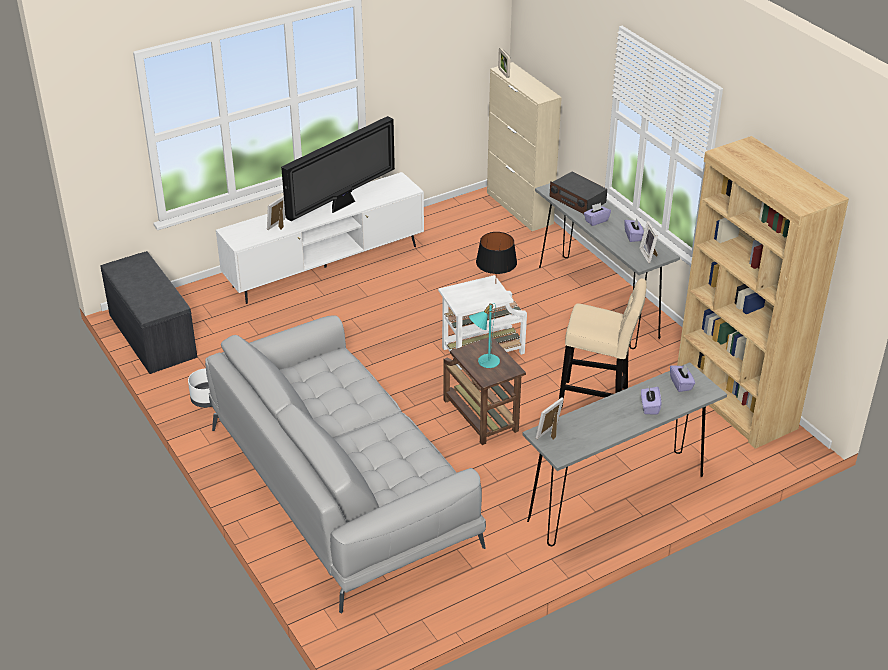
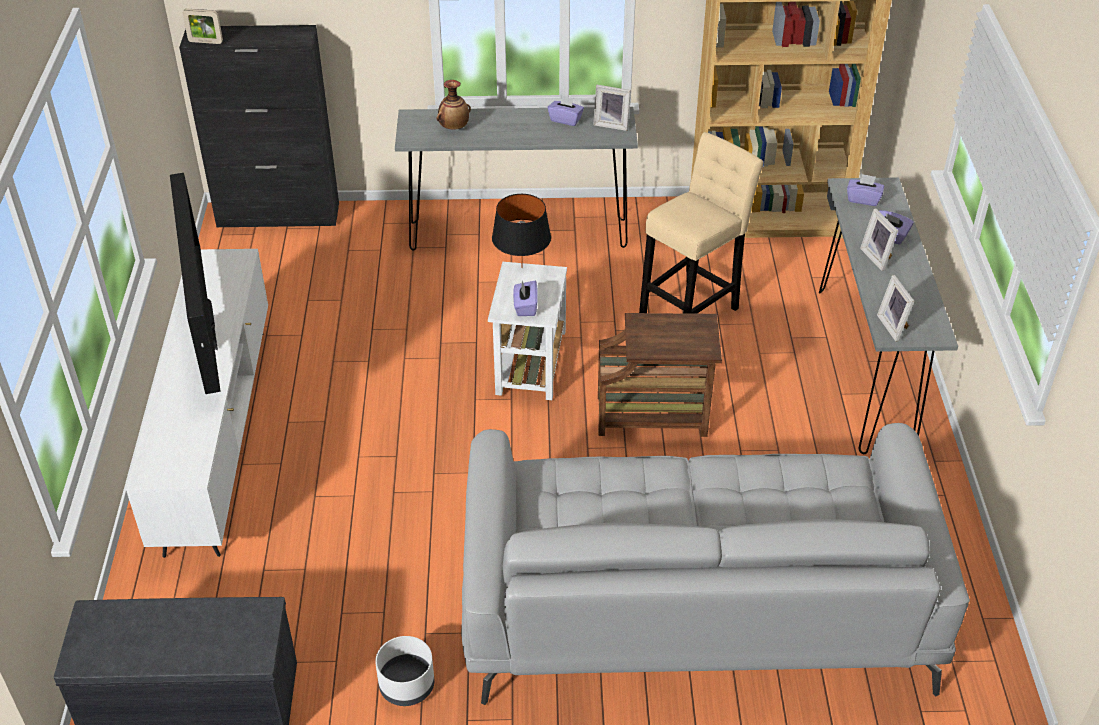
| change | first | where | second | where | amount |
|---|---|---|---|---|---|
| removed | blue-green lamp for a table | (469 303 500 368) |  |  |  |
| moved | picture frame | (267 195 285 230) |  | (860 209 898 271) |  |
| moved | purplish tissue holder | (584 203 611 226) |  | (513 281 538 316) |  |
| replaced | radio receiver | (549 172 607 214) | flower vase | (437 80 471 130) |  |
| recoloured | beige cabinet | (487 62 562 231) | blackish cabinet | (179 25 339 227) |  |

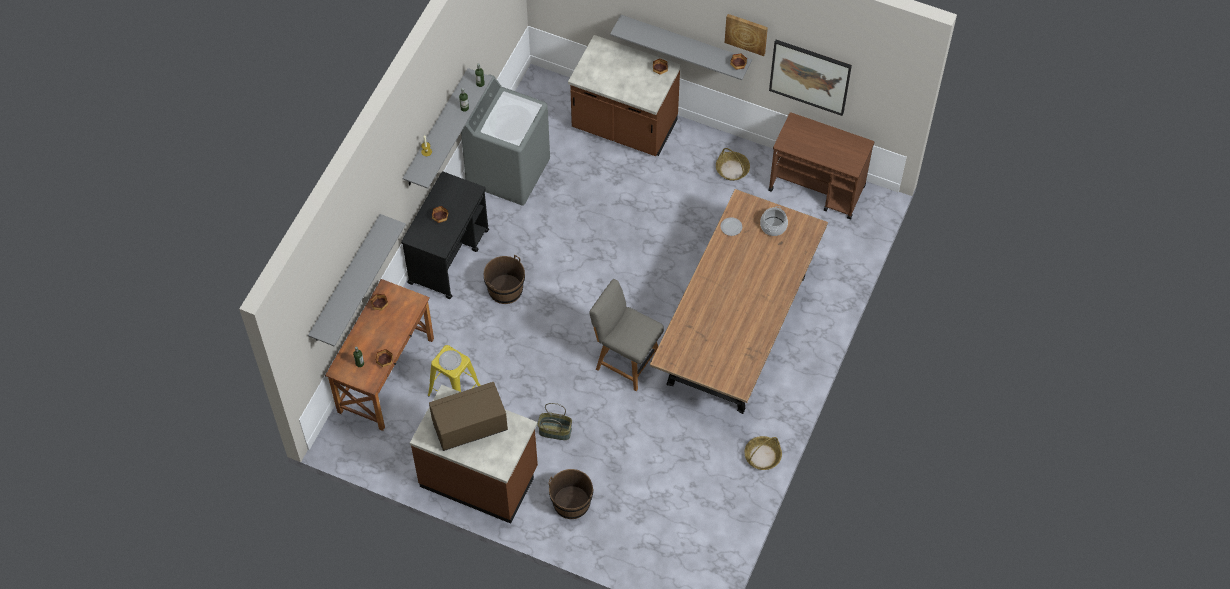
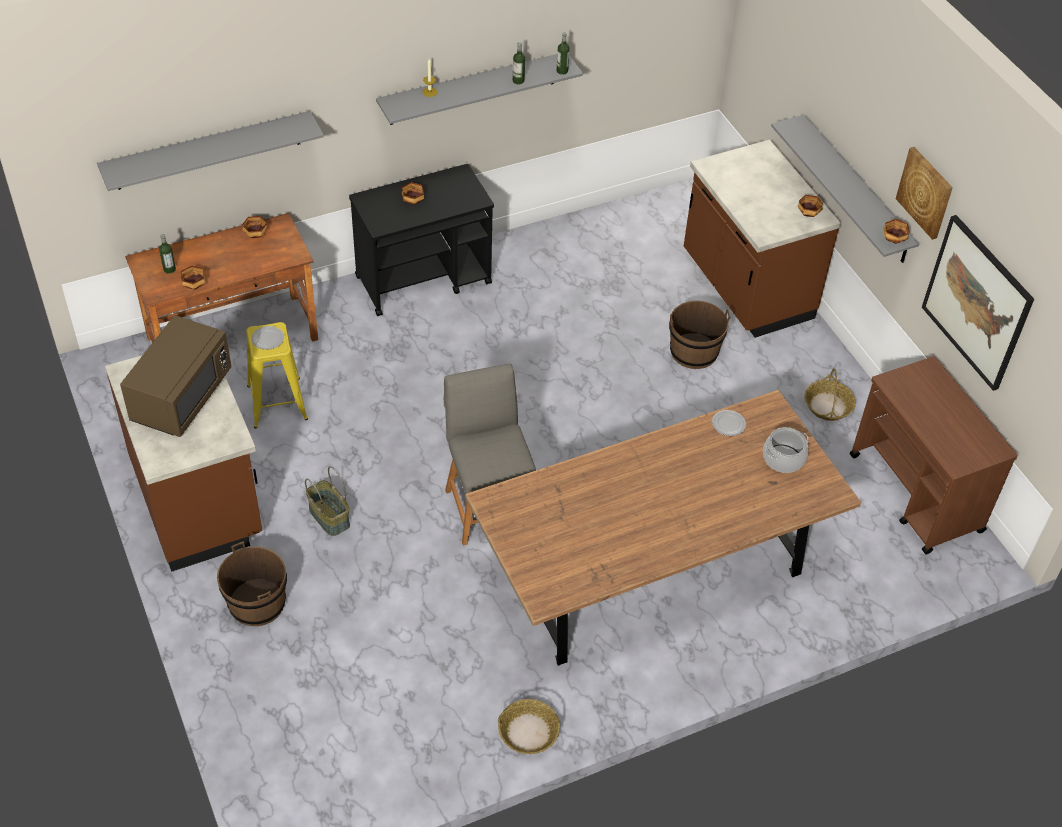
| change | first | where | second | where | amount |
|---|---|---|---|---|---|
| removed | grey laundry appliance | (461 75 550 206) |  |  |  |
| moved | brown-coloured bucket | (484 255 525 304) |  | (669 301 730 369) |  |
| turned | brown-coloured kitchen microwave | (429 382 508 451) |  | (120 315 232 437) | 90 degrees clockwise |

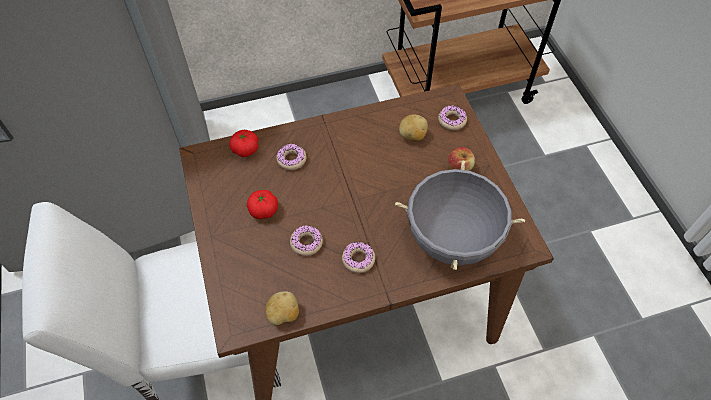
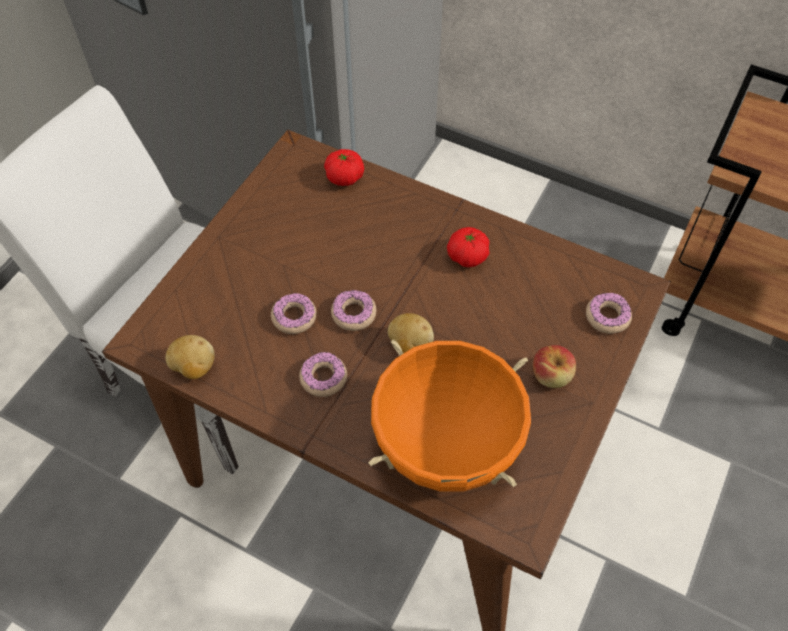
| change | first | where | second | where | amount |
|---|---|---|---|---|---|
| moved | fresh tomato | (247 190 278 219) |  | (447 227 490 267) |  |
| moved | doughnut | (276 144 307 170) |  | (331 289 376 331) |  |
| moved | potato | (399 114 428 141) |  | (388 313 434 354) |  |
| recoloured | grey stockpot | (395 160 525 270) | orange stockpot | (368 340 531 492) |  |

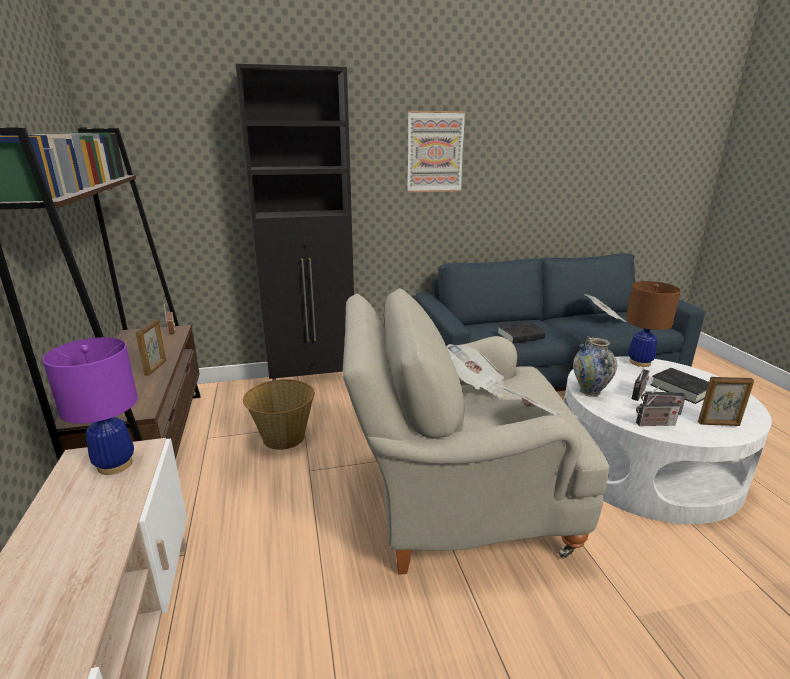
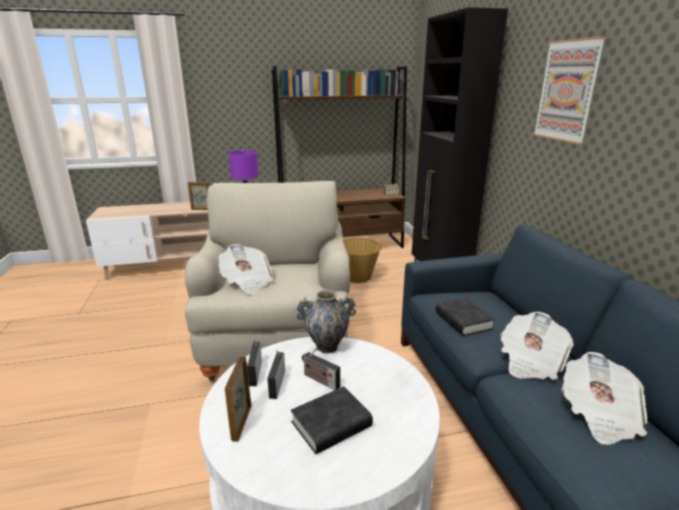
| change | first | where | second | where | amount |
|---|---|---|---|---|---|
| removed | brown-coloured lamp for a table | (626 281 681 367) |  |  |  |
| moved | picture frame | (136 320 166 376) |  | (188 182 209 210) |  |
| moved | newspaper | (447 344 504 397) |  | (500 312 574 380) |  |

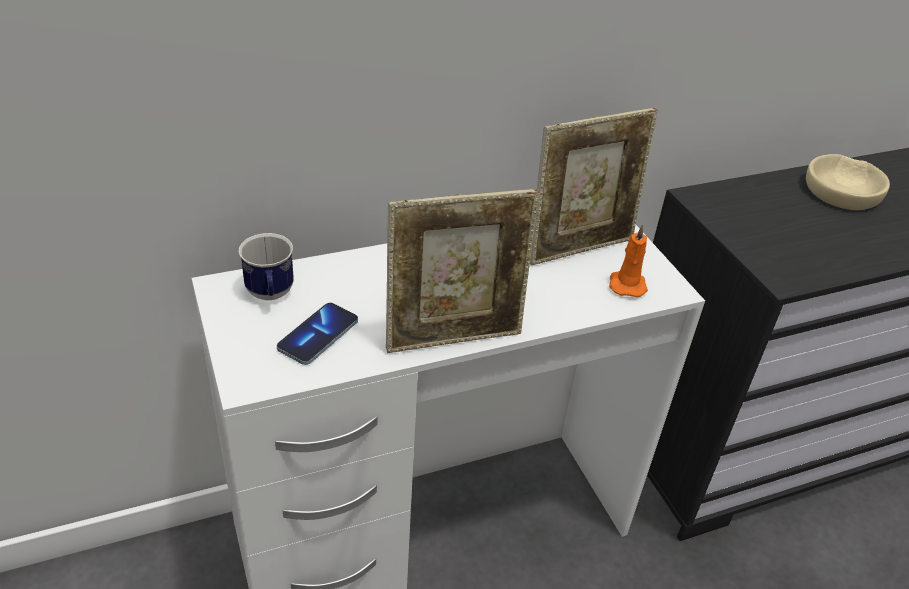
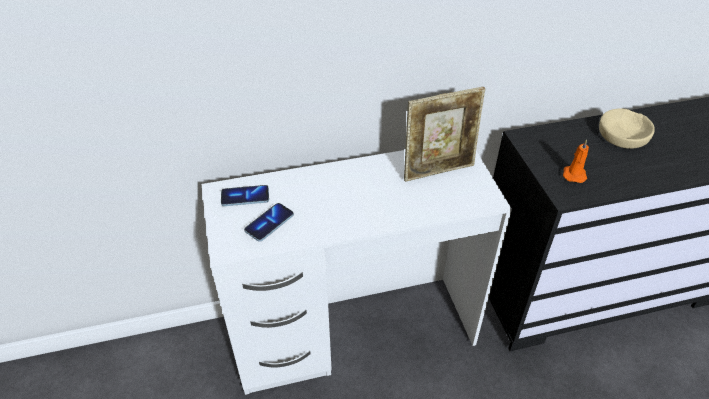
| change | first | where | second | where | amount |
|---|---|---|---|---|---|
| removed | picture frame | (386 189 540 353) |  |  |  |
| moved | orange candle | (609 224 648 297) |  | (563 139 589 183) |  |
| replaced | tea mug | (239 233 294 300) | handset | (221 185 269 206) |  |

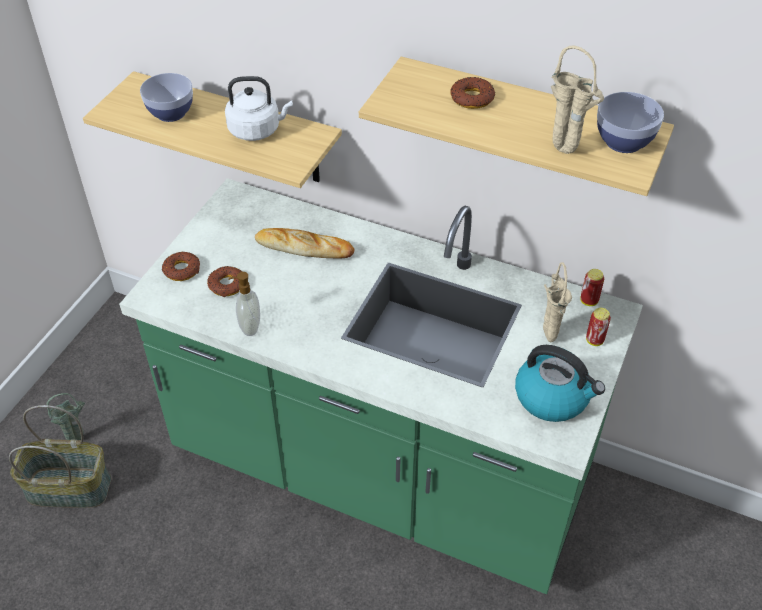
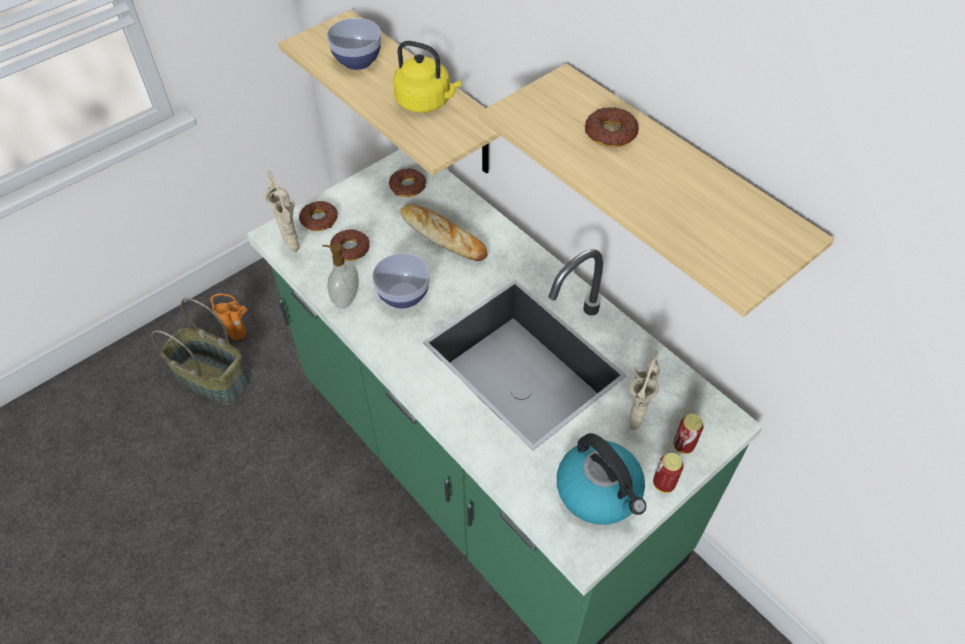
| change | first | where | second | where | amount |
|---|---|---|---|---|---|
| added |  |  | doughnut | (389 169 426 197) |  |
| moved | beige flower vase | (551 46 604 154) |  | (265 171 299 253) |  |
| moved | sealed can | (580 269 604 306) |  | (653 453 683 493) |  |
| moved | deep dish | (597 92 664 153) |  | (372 253 430 308) |  |
| recoloured | green-coloured flower vase | (46 393 85 440) | orange flower vase | (211 294 248 340) |  |
| recoloured | white tea kettle | (225 76 293 141) | yellowish tea kettle | (393 41 461 113) |  |

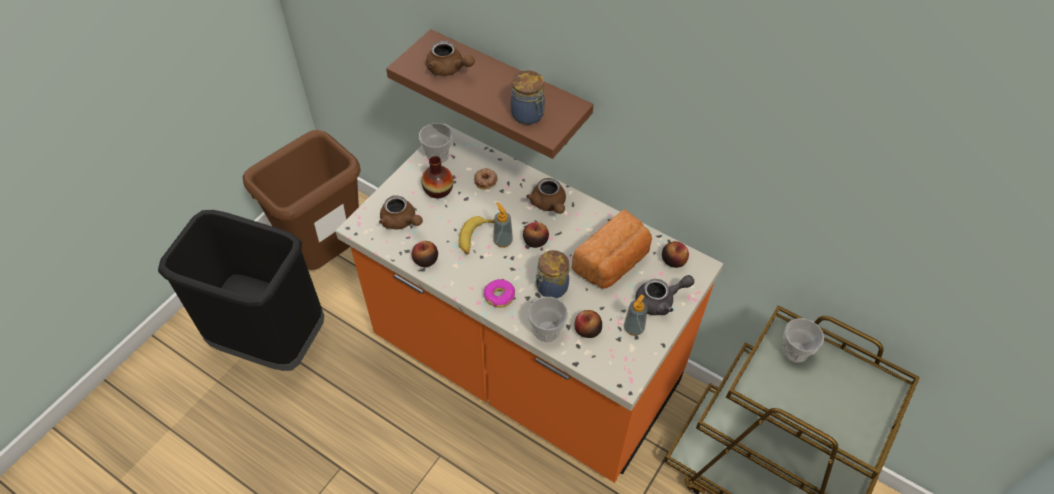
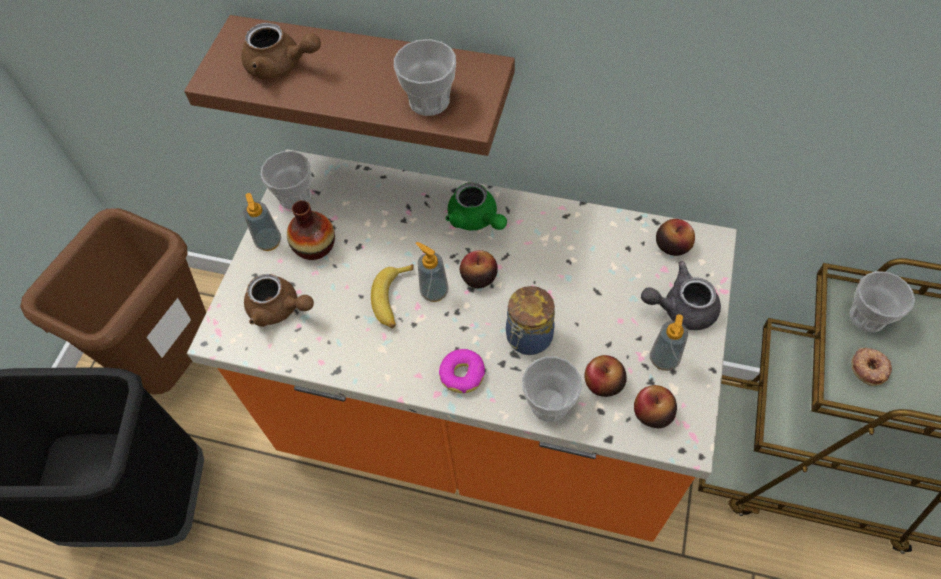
| change | first | where | second | where | amount |
|---|---|---|---|---|---|
| removed | baked bread | (572 209 652 289) |  |  |  |
| added |  |  | soap bottle | (243 193 281 251) |  |
| moved | apple fruit | (412 241 438 267) |  | (634 385 677 428) |  |
| moved | doughnut | (474 168 498 190) |  | (851 348 892 386) |  |
| replaced | storage jar | (511 70 545 125) | cup | (394 39 456 116) |  |
| recoloured | brown-coloured teapot | (526 178 566 214) | green-coloured teapot | (446 182 507 230) |  |
| turned | grey teapot | (635 275 694 315) |  | (641 261 721 330) | 150 degrees counterclockwise |

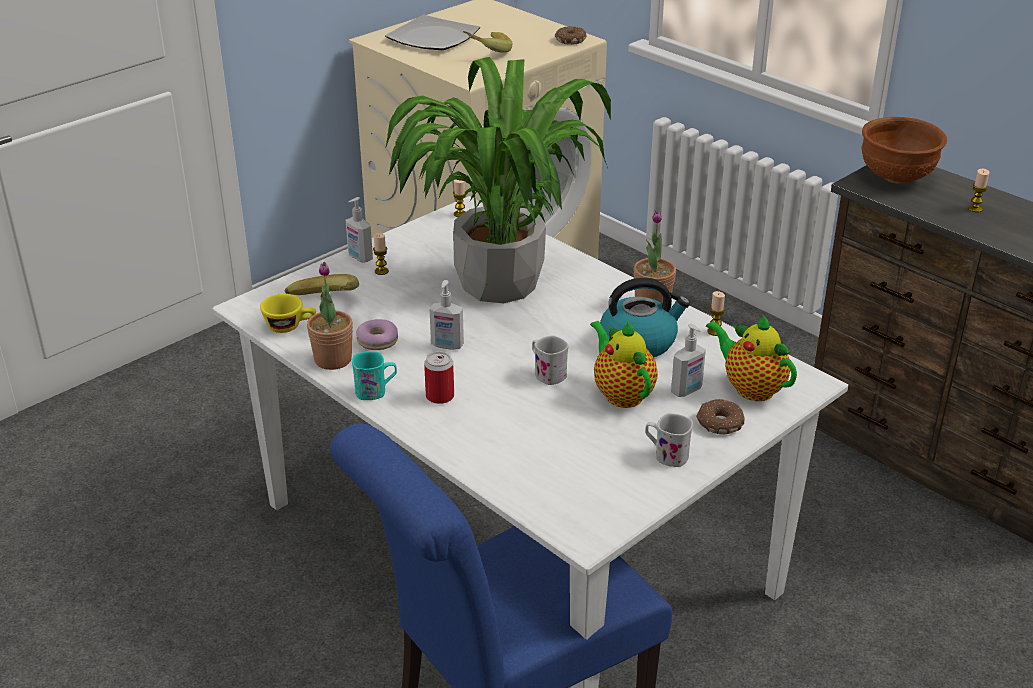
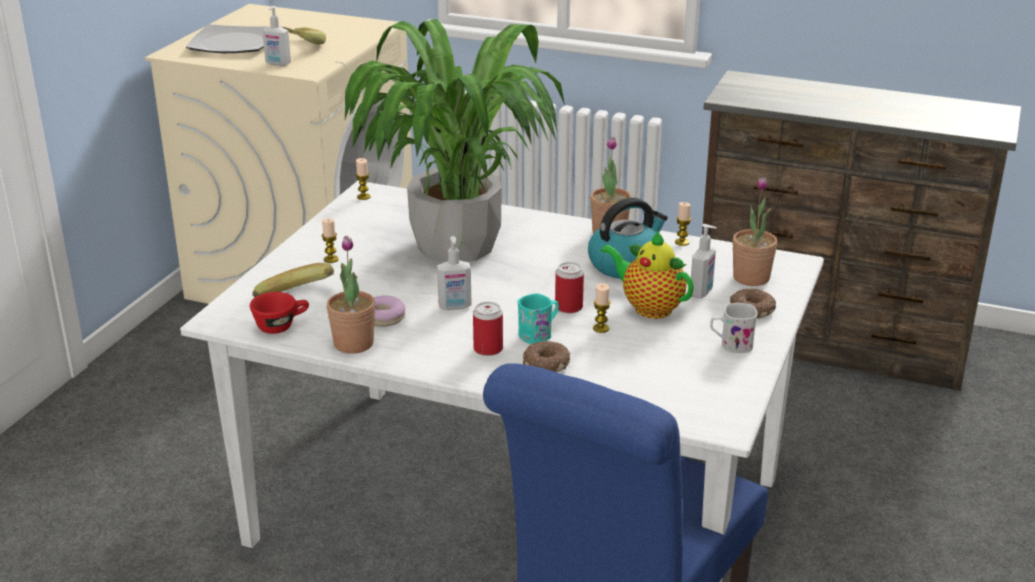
| change | first | where | second | where | amount |
|---|---|---|---|---|---|
| removed | brown-coloured deep dish | (862 117 947 184) |  |  |  |
| moved | soap bottle | (346 197 373 263) |  | (262 6 291 66) |  |
| moved | blue-green tea mug | (352 351 397 400) |  | (517 293 559 344) |  |
| moved | doughnut | (555 26 587 45) |  | (523 341 570 372) |  |
| moved | candle | (968 169 989 212) |  | (593 283 610 333) |  |
| replaced | white tea mug | (532 335 569 385) | sealed can | (555 262 584 313) |  |
| replaced | teapot | (706 315 797 401) | houseplant | (733 177 778 286) |  |
| recoloured | yellowish cup | (260 294 316 333) | red-coloured cup | (250 292 309 334) |  |

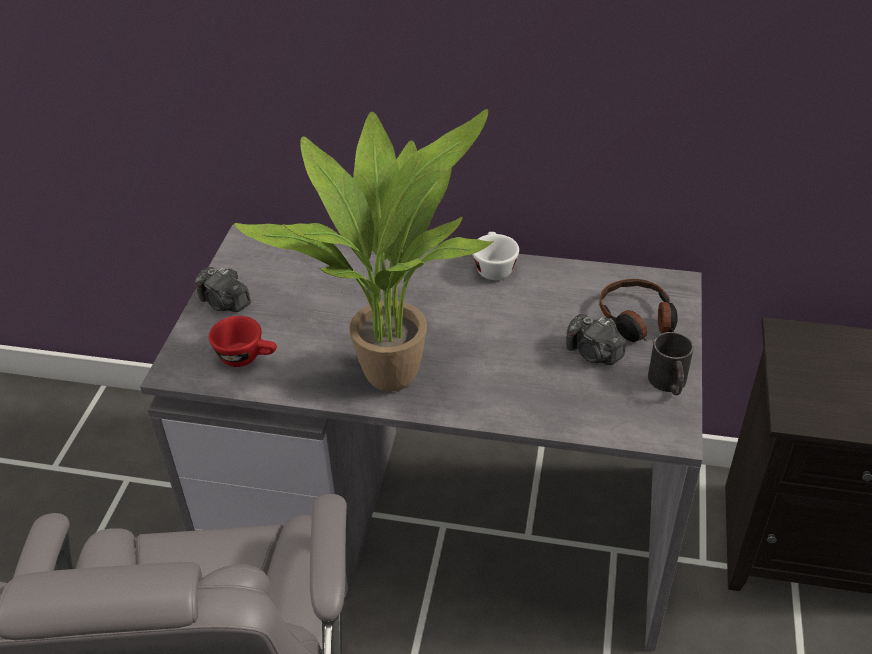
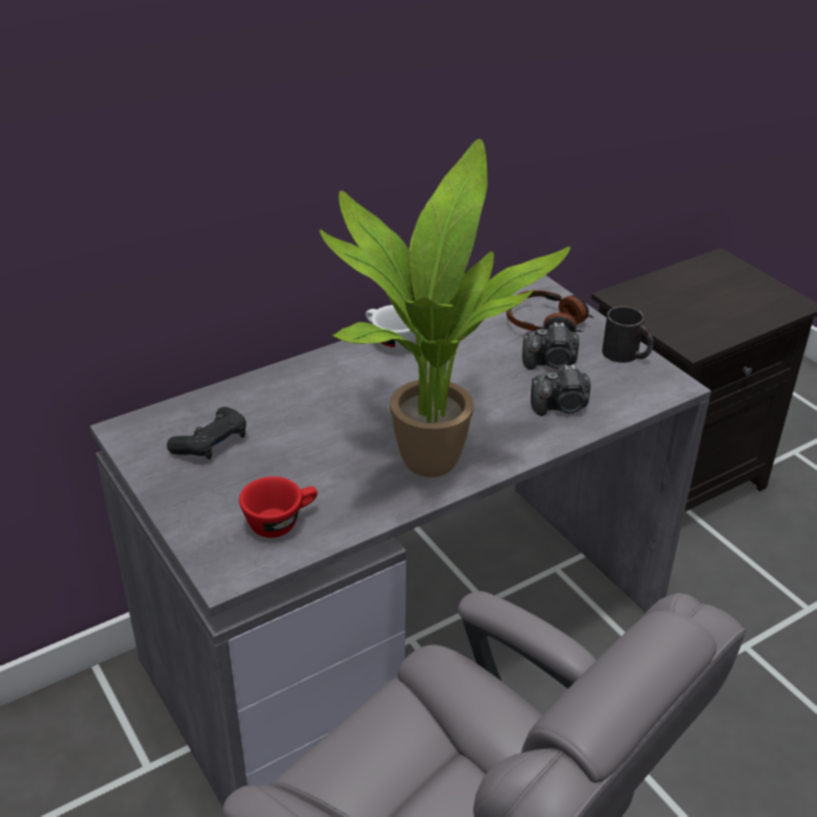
| change | first | where | second | where | amount |
|---|---|---|---|---|---|
| added |  |  | blackish joypad | (167 407 246 459) |  |
| moved | photo camera | (194 267 251 312) |  | (531 365 591 416) |  |

